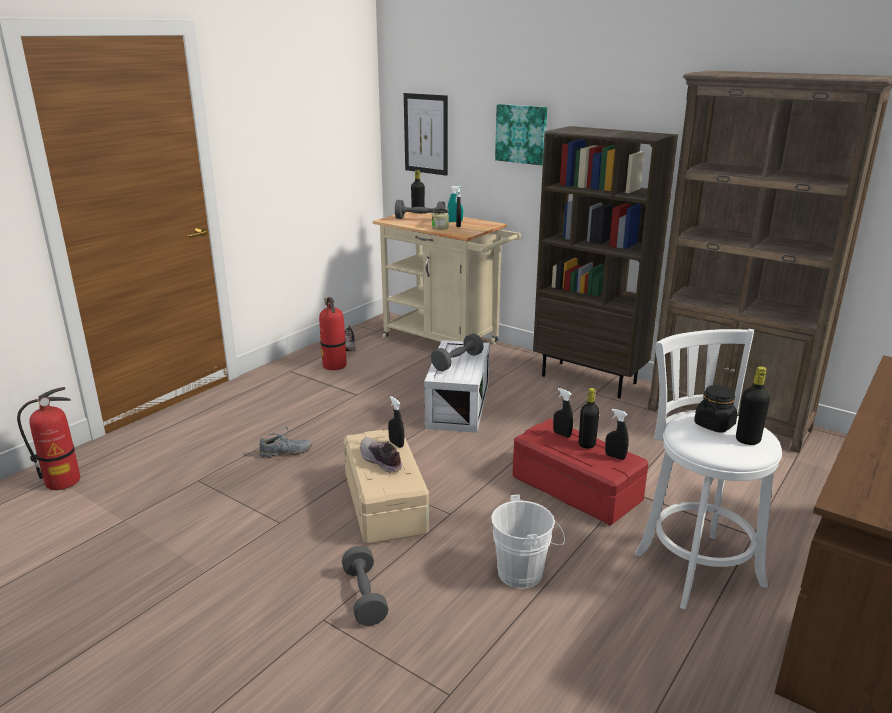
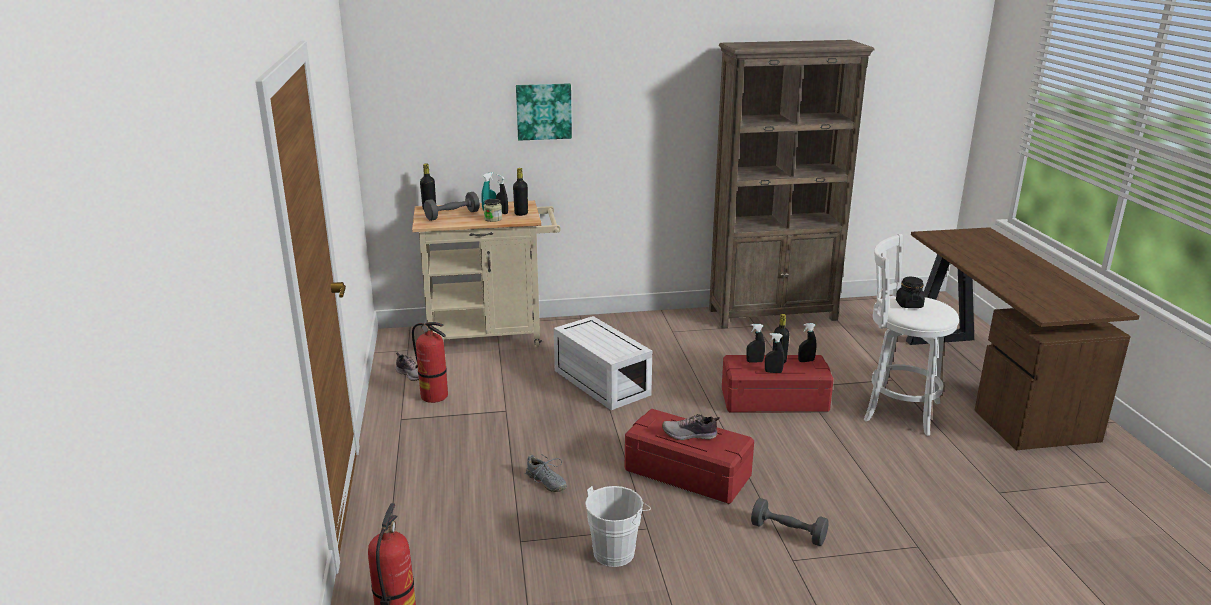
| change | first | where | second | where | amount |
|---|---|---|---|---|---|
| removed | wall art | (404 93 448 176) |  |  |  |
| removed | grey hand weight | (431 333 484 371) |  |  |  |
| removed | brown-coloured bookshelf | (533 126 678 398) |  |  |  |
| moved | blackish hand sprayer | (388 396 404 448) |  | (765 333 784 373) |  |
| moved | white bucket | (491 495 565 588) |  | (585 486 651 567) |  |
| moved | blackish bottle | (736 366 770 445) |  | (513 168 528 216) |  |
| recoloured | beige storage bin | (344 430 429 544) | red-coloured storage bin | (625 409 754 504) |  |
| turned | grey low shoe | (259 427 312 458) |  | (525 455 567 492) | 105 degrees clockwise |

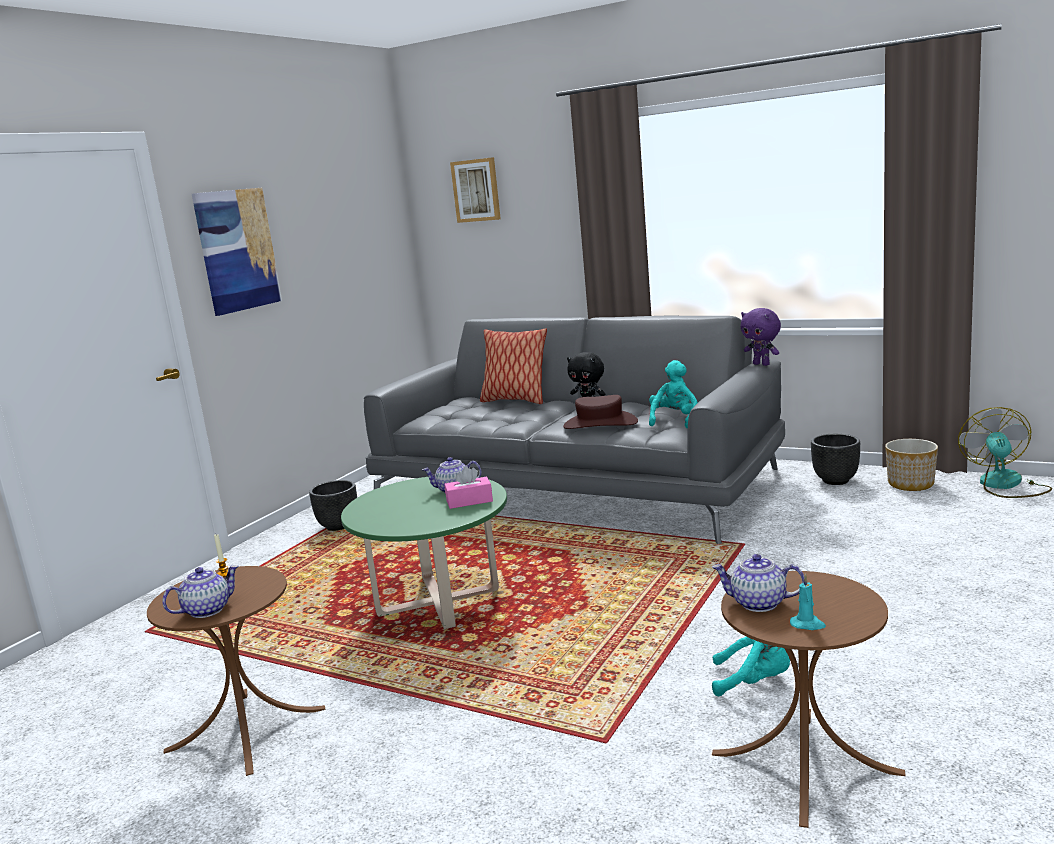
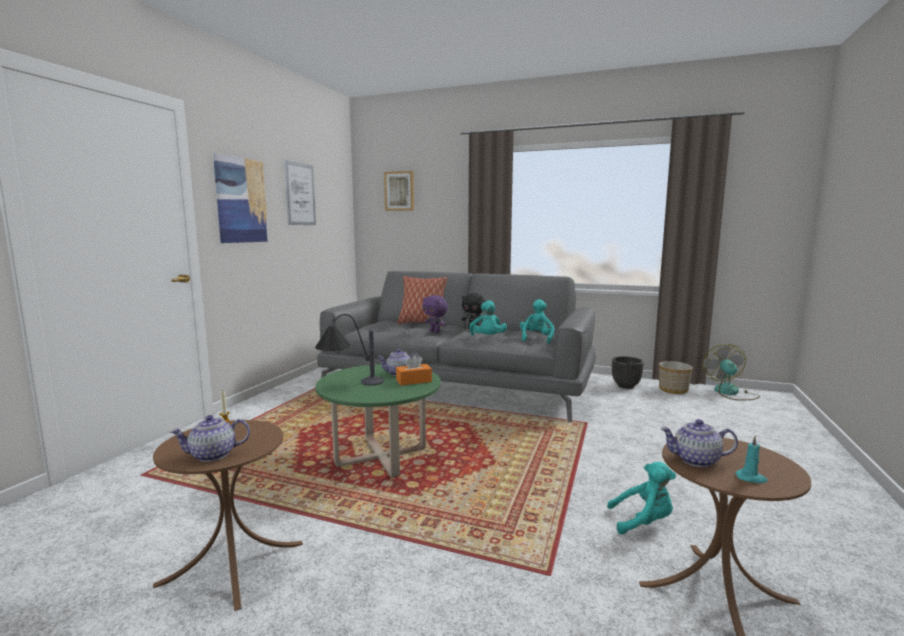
| change | first | where | second | where | amount |
|---|---|---|---|---|---|
| removed | blackish planter | (309 480 357 531) |  |  |  |
| added |  |  | wall art | (284 160 316 225) |  |
| added |  |  | lamp for a table | (315 314 384 385) |  |
| moved | purplish cuddly toy | (741 308 781 366) |  | (422 295 448 333) |  |
| replaced | brown-coloured clothing hat | (563 395 638 429) | blue-green cuddly toy | (469 300 507 335) |  |
| recoloured | pink tissue holder | (444 466 493 509) | orange tissue holder | (396 355 432 385) |  |
| turned | teapot | (162 565 239 618) |  | (170 415 250 462) | 150 degrees counterclockwise |

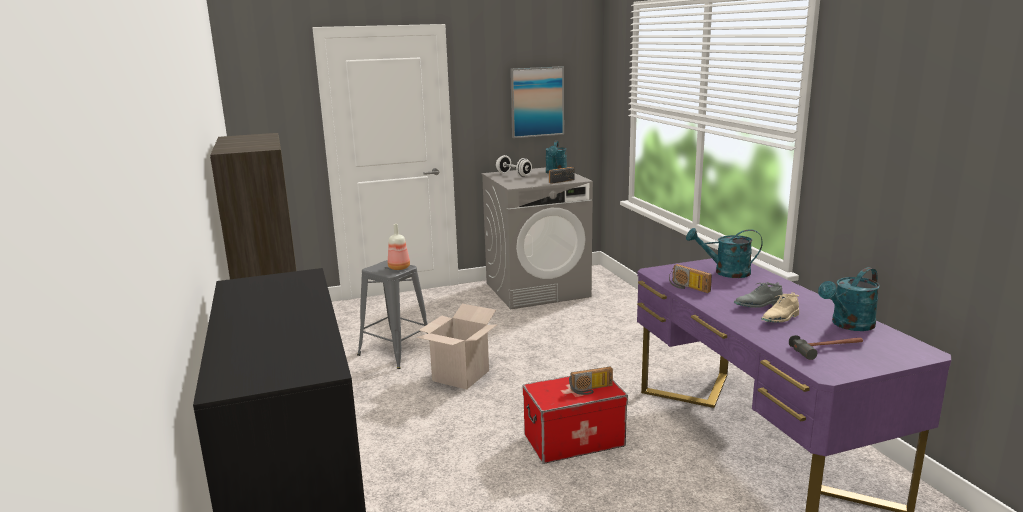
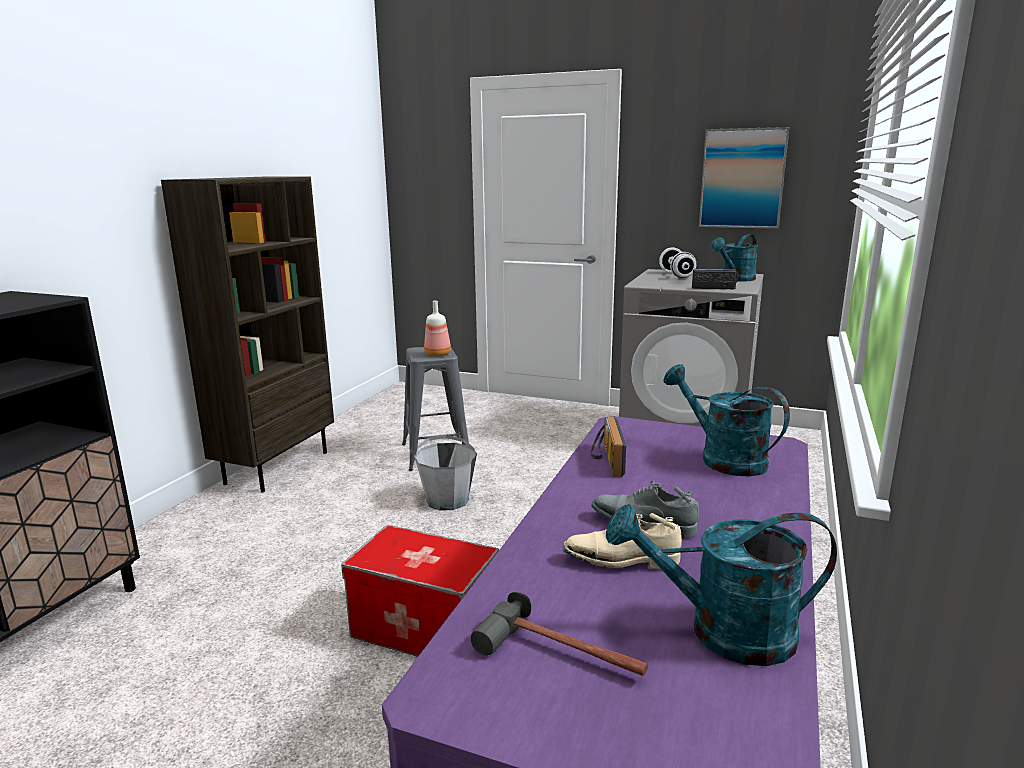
| change | first | where | second | where | amount |
|---|---|---|---|---|---|
| removed | radio receiver | (569 366 613 395) |  |  |  |
| replaced | carton | (416 304 497 389) | grey bucket | (414 435 477 511) |  |

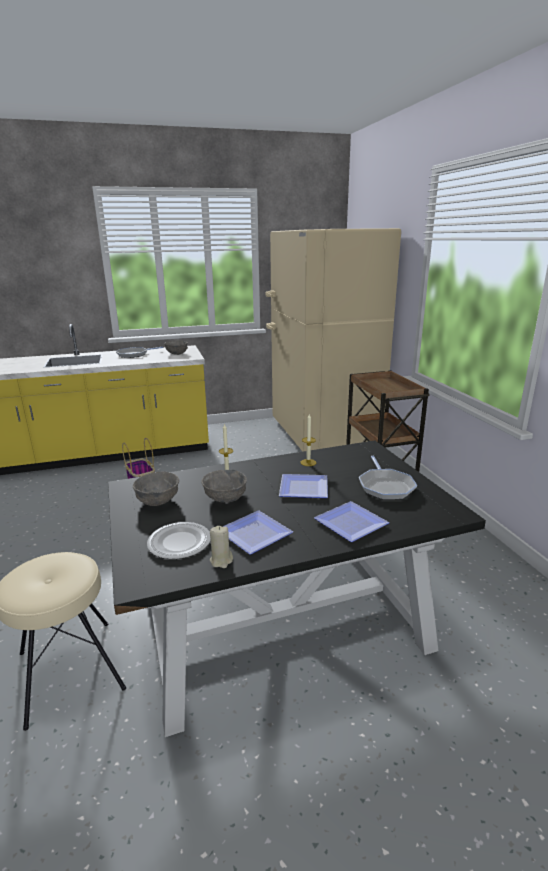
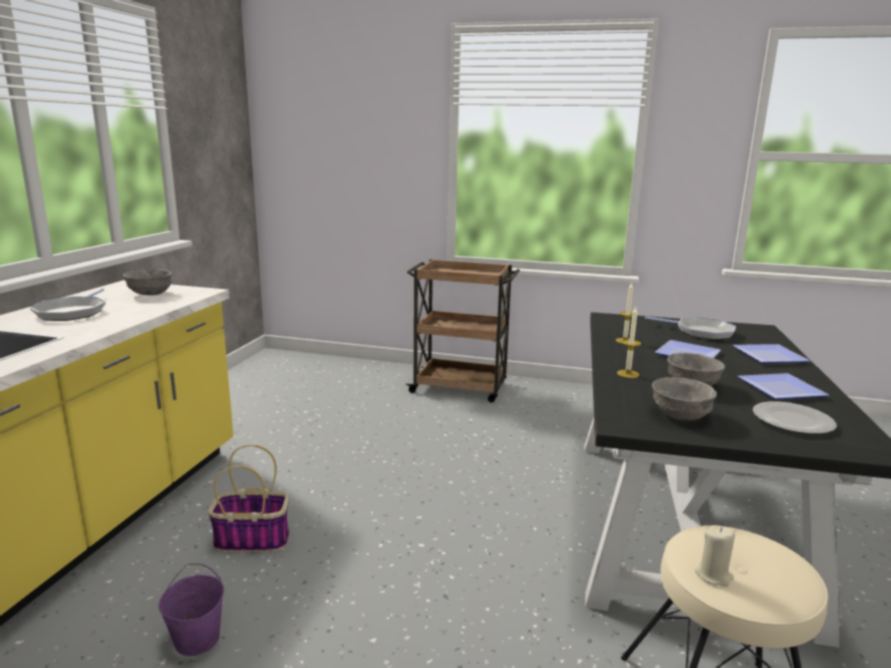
| change | first | where | second | where | amount |
|---|---|---|---|---|---|
| removed | beige kitchen fridge | (266 228 401 452) |  |  |  |
| added |  |  | purplish bucket | (159 564 224 656) |  |
| moved | beige candle | (210 526 233 568) |  | (695 525 735 586) |  |

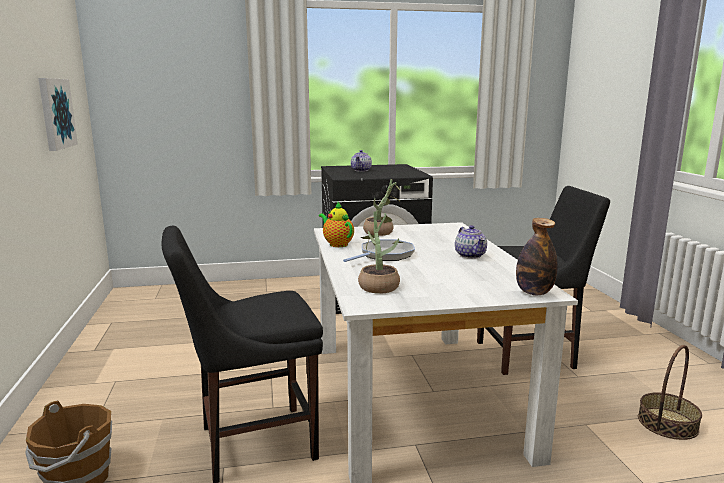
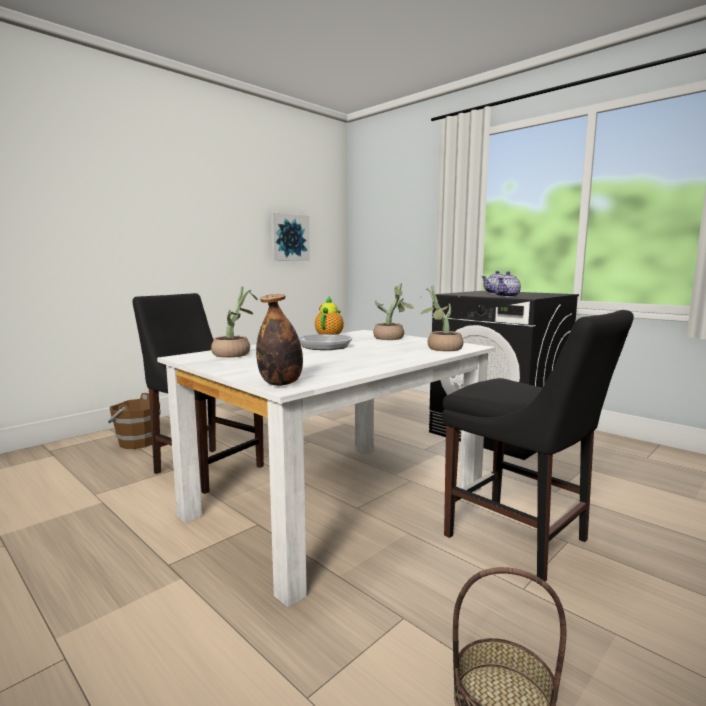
| change | first | where | second | where | amount |
|---|---|---|---|---|---|
| added |  |  | houseplant | (421 286 463 351) |  |
| moved | teapot | (455 225 487 259) |  | (494 271 521 297) |  |

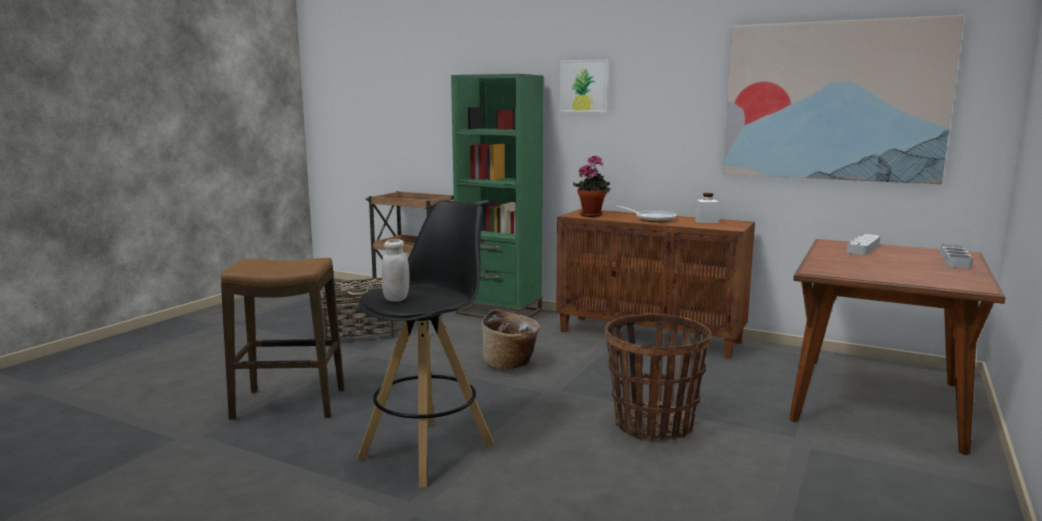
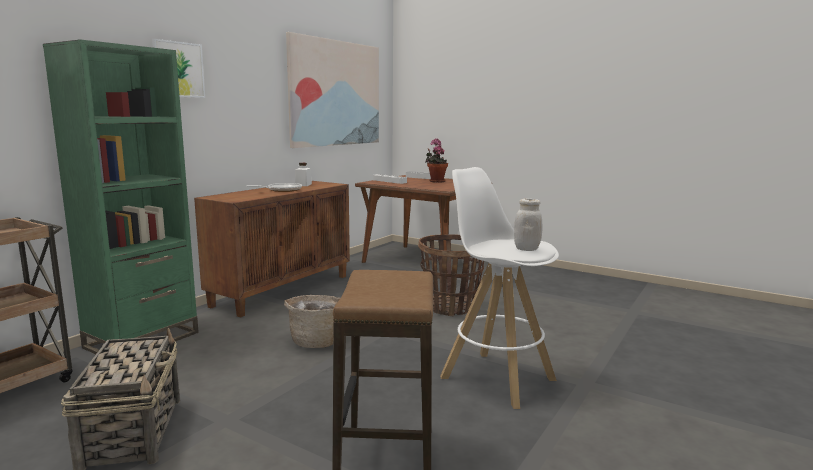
| change | first | where | second | where | amount |
|---|---|---|---|---|---|
| moved | houseplant | (573 155 610 217) |  | (425 139 448 183) |  |
| recoloured | blackish stool | (357 200 494 488) | white stool | (440 167 559 409) |  |

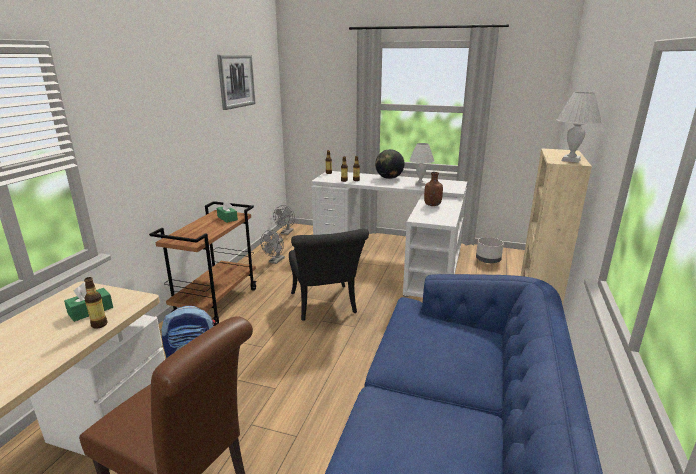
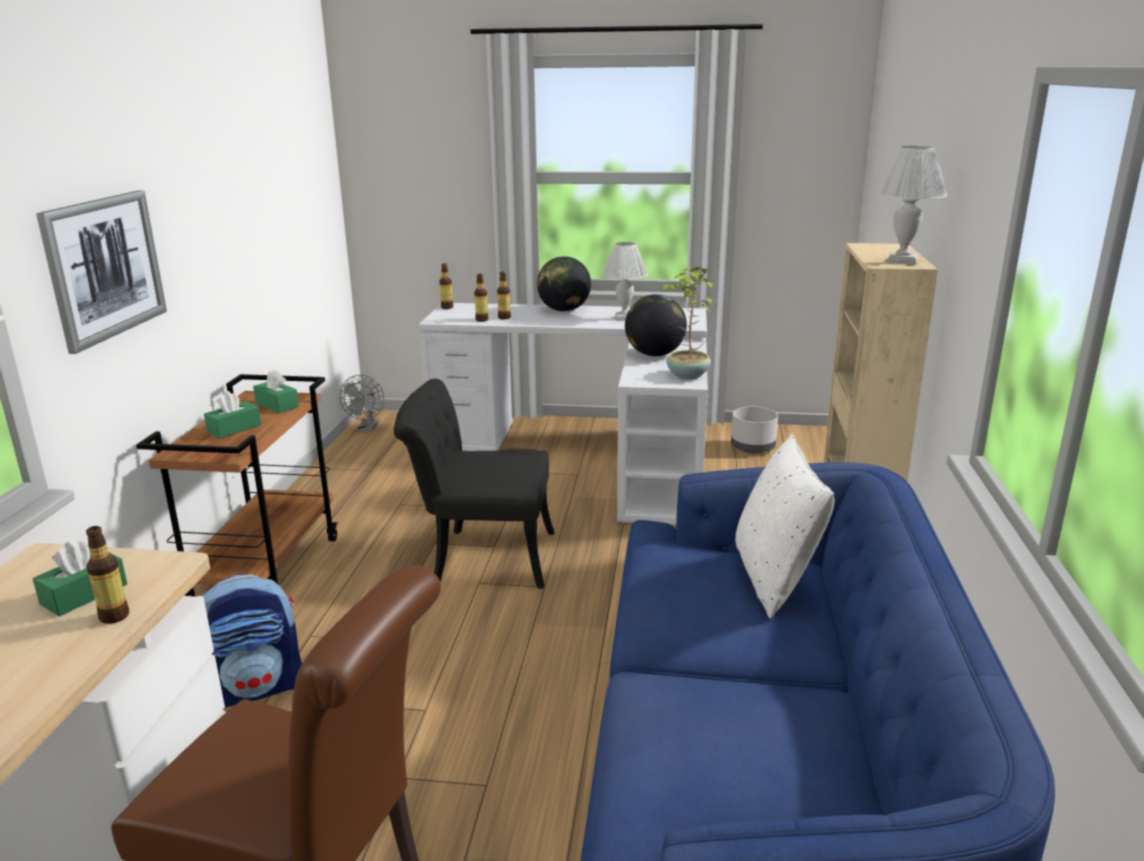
| change | first | where | second | where | amount |
|---|---|---|---|---|---|
| removed | grey fan | (261 230 285 264) |  |  |  |
| added |  |  | green-coloured tissue holder | (204 391 261 438) |  |
| added |  |  | houseplant | (660 266 713 379) |  |
| added |  |  | white cushion | (735 434 834 619) |  |
| moved | wall art | (217 55 256 110) |  | (36 190 167 354) |  |
| replaced | brown-coloured bottle | (424 172 443 206) | globe | (625 294 687 356) |  |
| turned | blackish upright chair | (289 229 369 321) |  | (394 378 554 589) | 120 degrees clockwise |

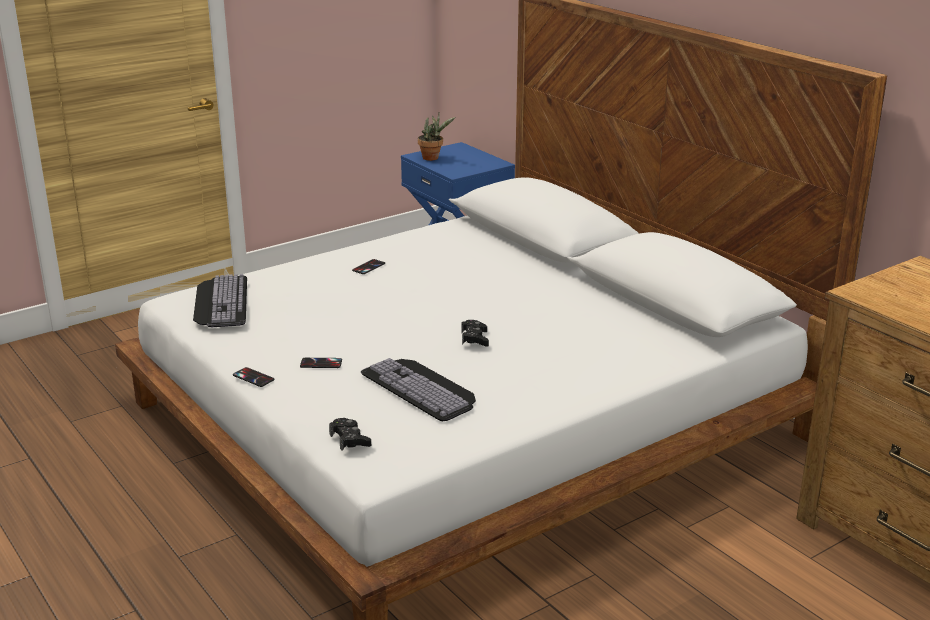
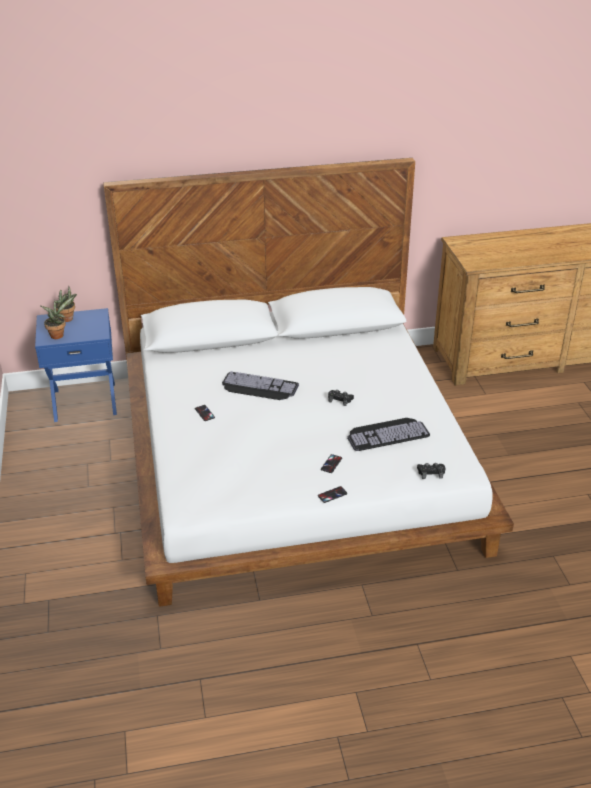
| change | first | where | second | where | amount |
|---|---|---|---|---|---|
| added |  |  | houseplant | (55 286 77 322) |  |
| moved | keyboard | (193 274 247 327) |  | (222 371 299 400) |  |

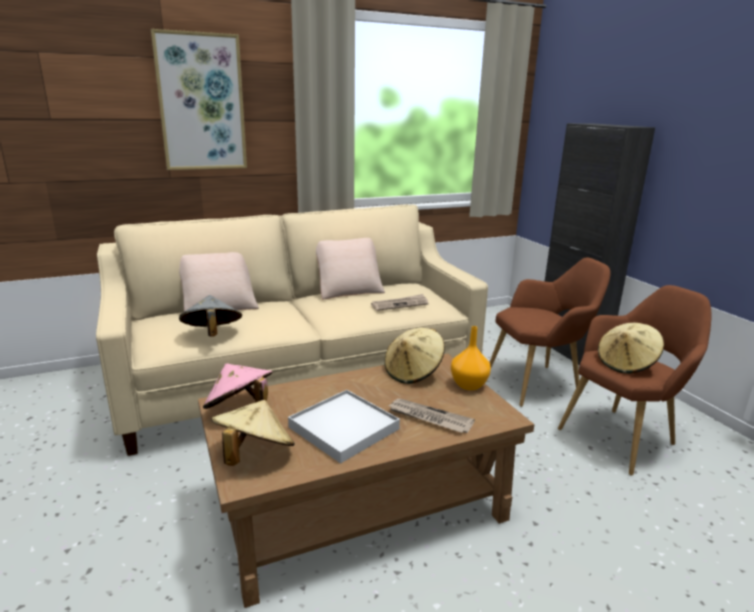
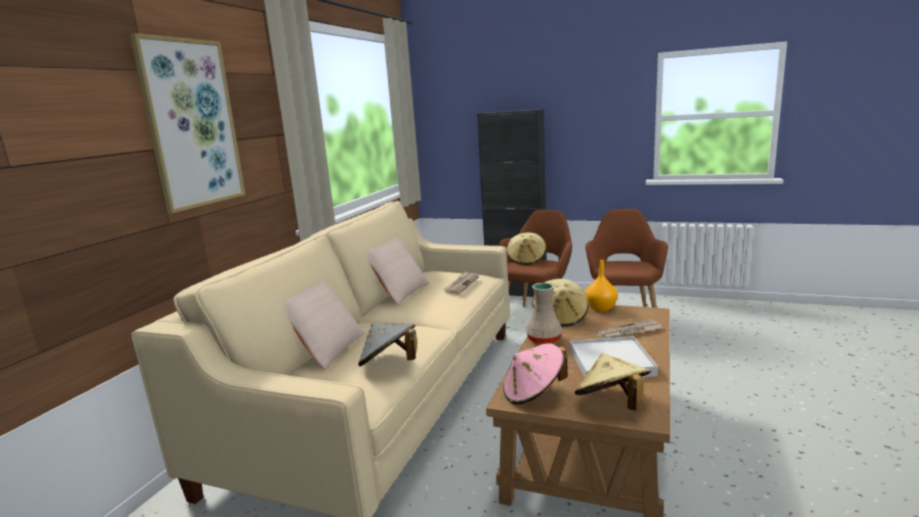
| change | first | where | second | where | amount |
|---|---|---|---|---|---|
| added |  |  | beige flower vase | (526 283 562 345) |  |
| moved | beige clothing hat | (598 323 664 374) |  | (506 233 546 265) |  |

